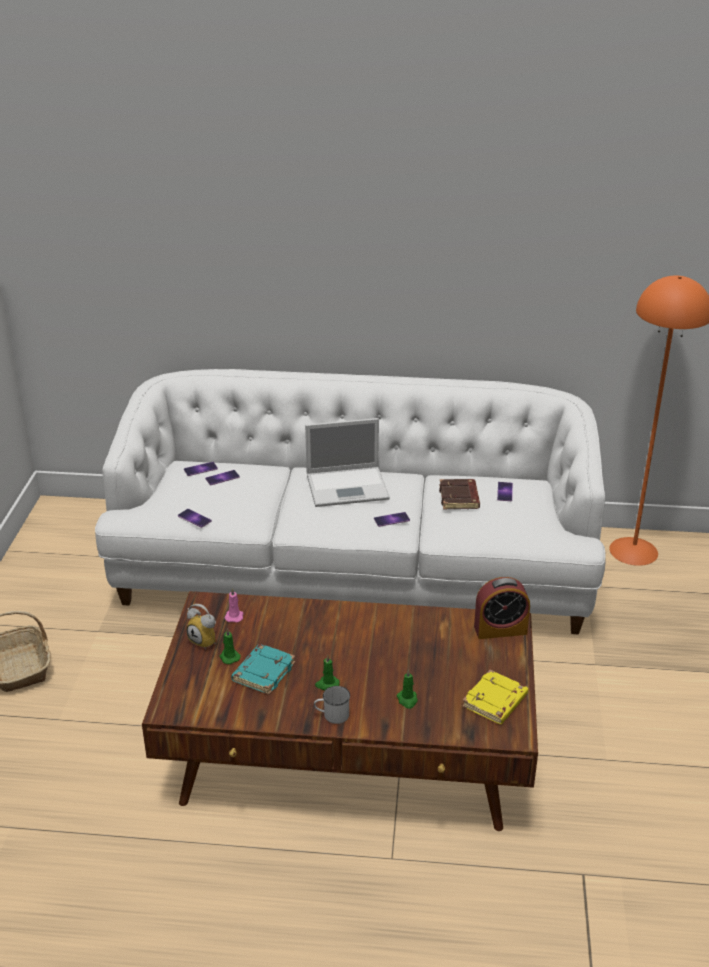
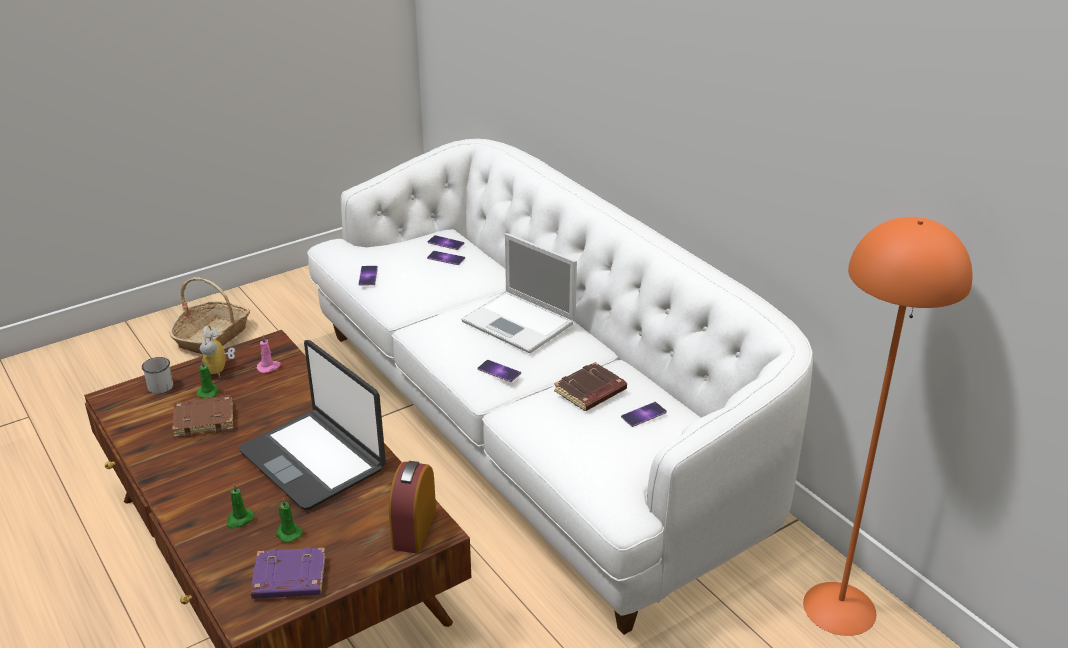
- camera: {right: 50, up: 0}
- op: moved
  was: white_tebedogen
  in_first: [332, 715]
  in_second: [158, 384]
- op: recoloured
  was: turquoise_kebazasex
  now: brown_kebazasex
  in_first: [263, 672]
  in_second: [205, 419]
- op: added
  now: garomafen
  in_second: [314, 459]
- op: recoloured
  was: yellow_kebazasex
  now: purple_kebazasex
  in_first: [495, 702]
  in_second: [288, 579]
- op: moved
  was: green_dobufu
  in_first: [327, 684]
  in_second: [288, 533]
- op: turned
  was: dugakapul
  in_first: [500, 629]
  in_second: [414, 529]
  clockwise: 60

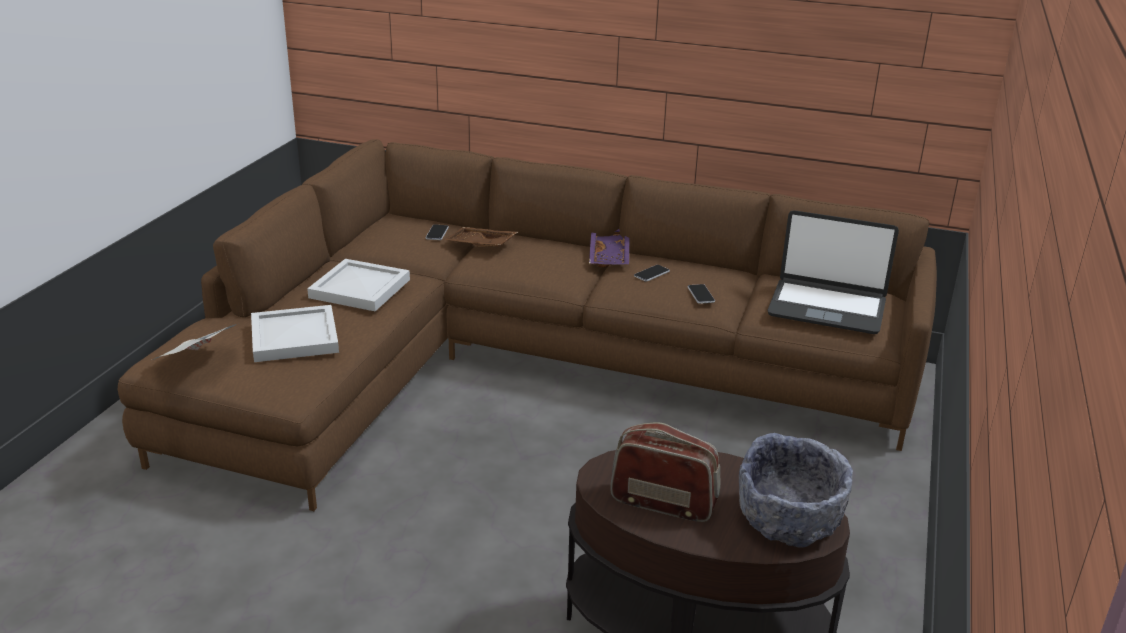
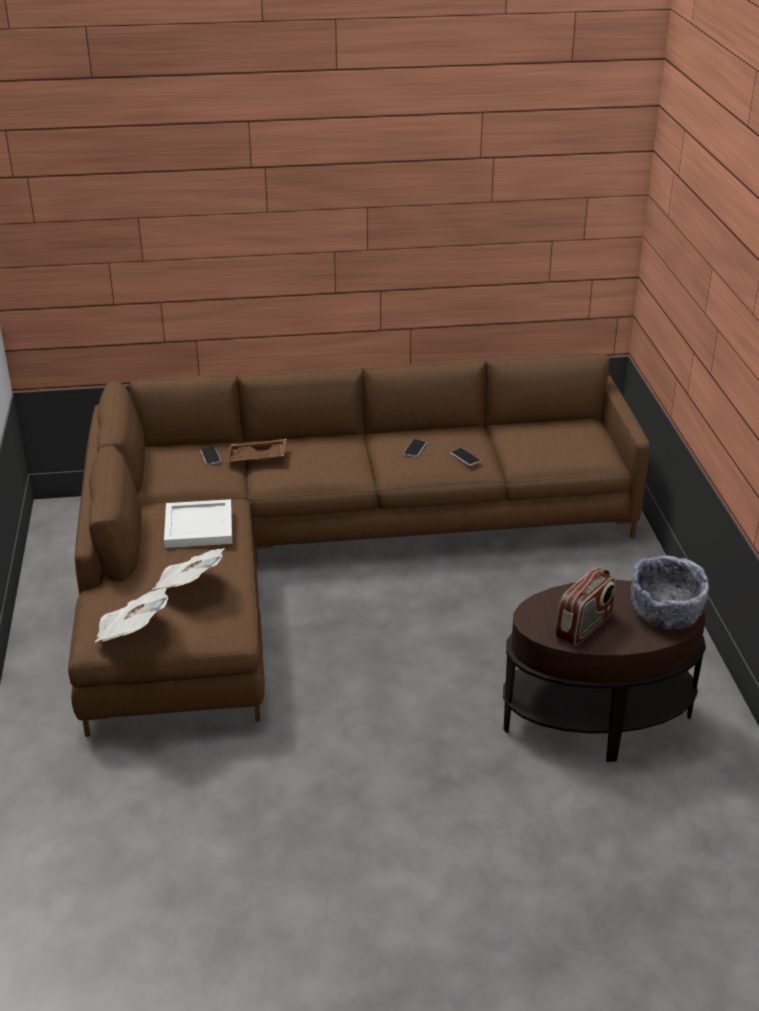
- camera: {right: -25, up: 5}
- op: replaced
  was: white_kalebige
  now: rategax
  in_first: [293, 337]
  in_second: [189, 585]
- op: turned
  was: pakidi
  in_first: [663, 502]
  in_second: [584, 627]
  clockwise: 135
- op: removed
  was: purple_kalebige
  in_first: [610, 255]
- op: removed
  was: garomafen
  in_first: [827, 307]

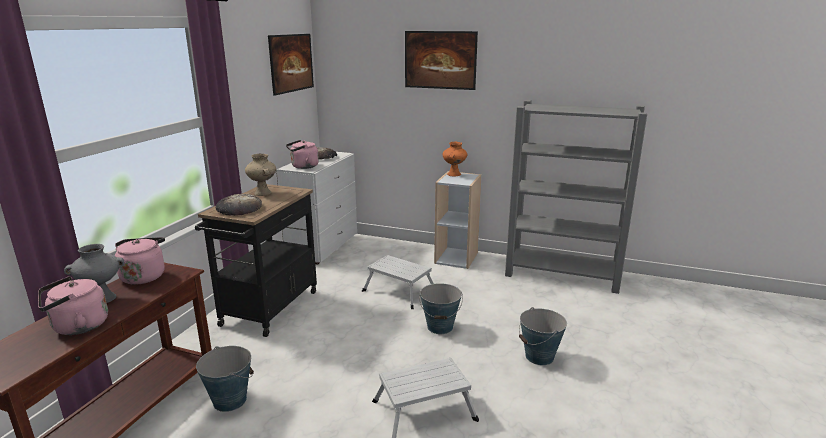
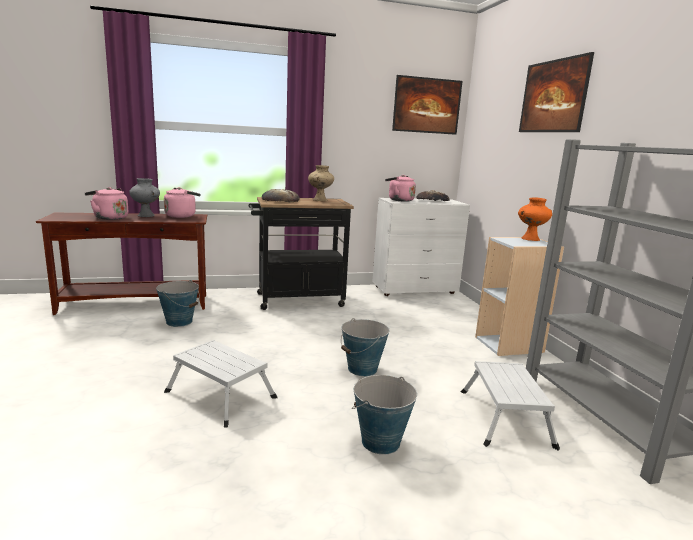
- camera: {right: 55, up: -5}
- op: moved
  was: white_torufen
  in_first: [400, 291]
  in_second: [505, 418]

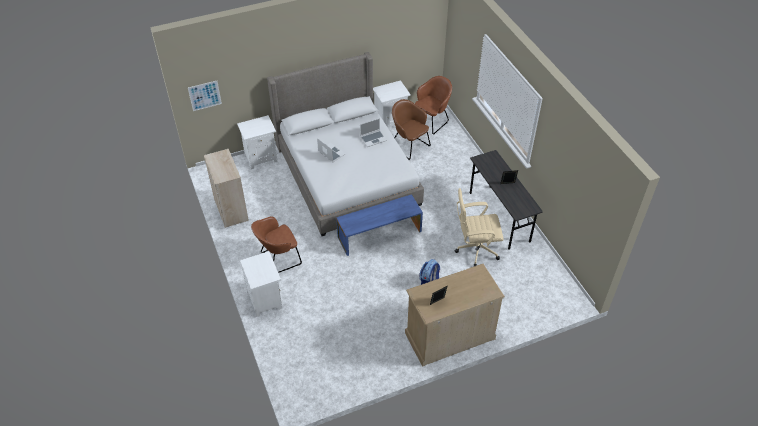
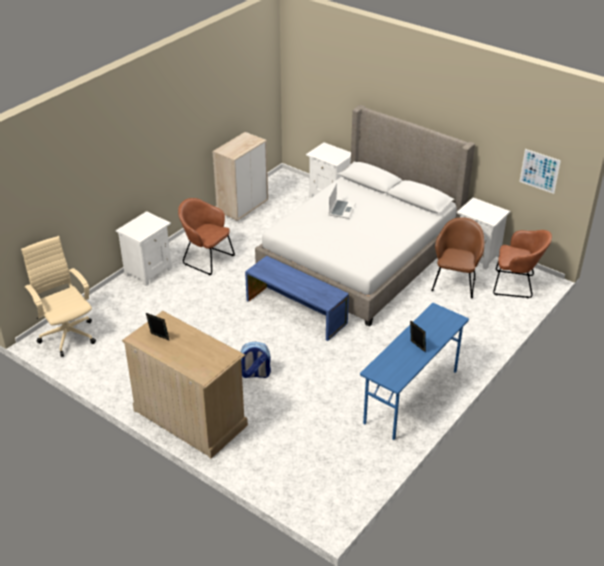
- camera: {right: 60, up: -10}
- op: moved
  was: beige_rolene
  in_first: [475, 250]
  in_second: [67, 335]
- op: recoloured
  was: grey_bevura
  now: blue_bevura
  in_first: [499, 217]
  in_second: [411, 397]
- op: moved
  was: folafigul
  in_first: [205, 95]
  in_second: [539, 171]
- op: removed
  was: garomafen
  in_first: [373, 139]

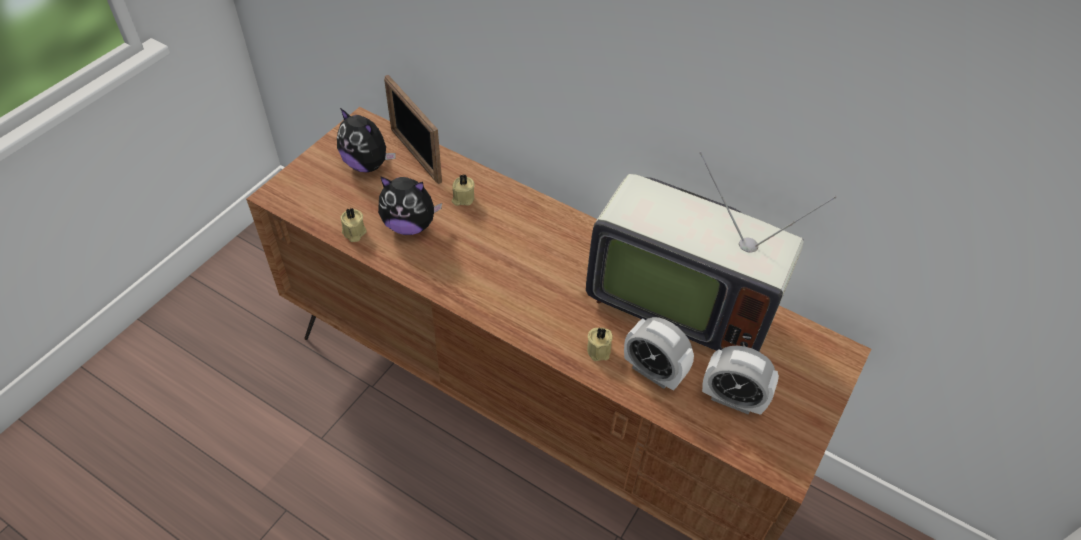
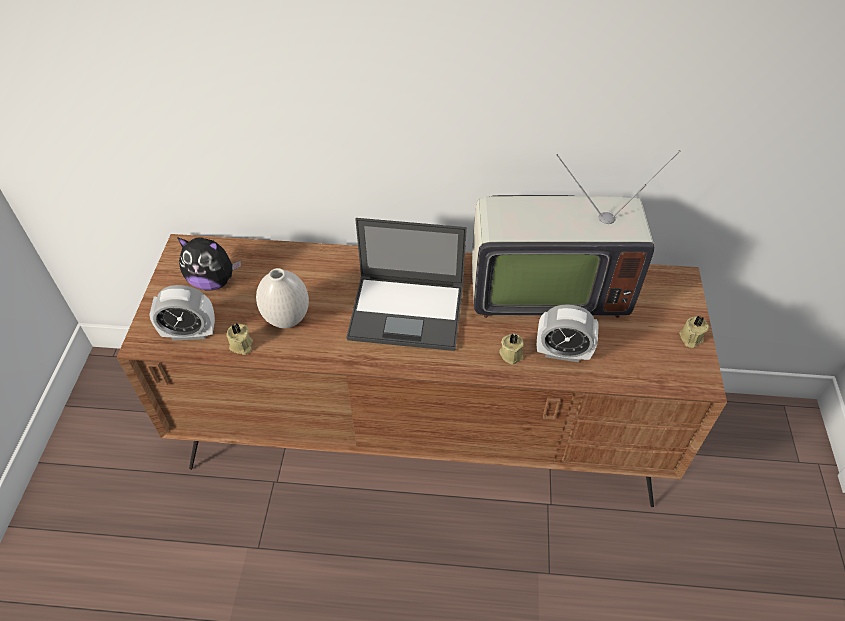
- camera: {right: -25, up: 0}
- op: moved
  was: dugakapul
  in_first: [732, 399]
  in_second: [190, 333]
- op: replaced
  was: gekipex
  now: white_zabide
  in_first: [409, 225]
  in_second: [287, 319]
- op: added
  now: garomafen
  in_second: [408, 312]
- op: moved
  was: beige_dobufu
  in_first: [462, 198]
  in_second: [690, 338]
- op: removed
  was: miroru
  in_first: [415, 155]

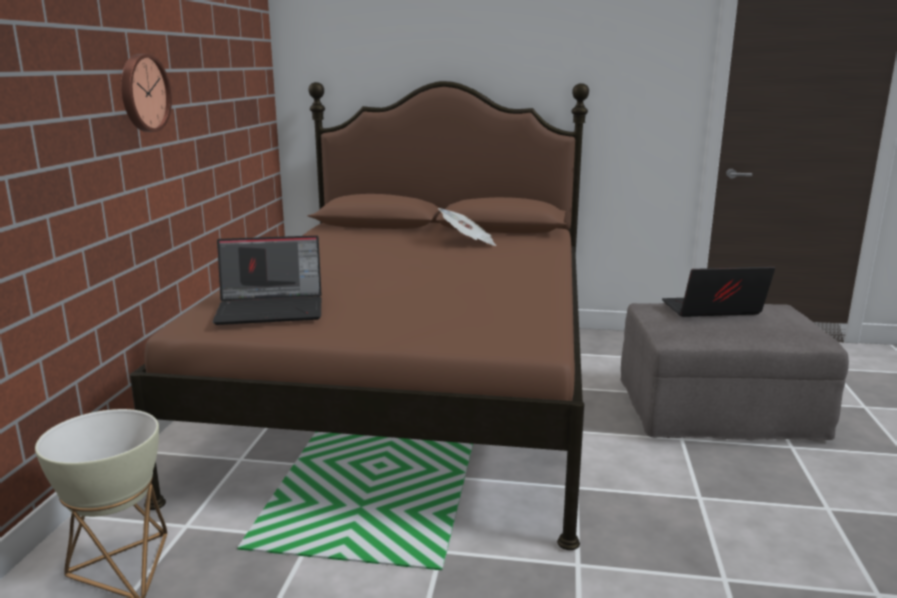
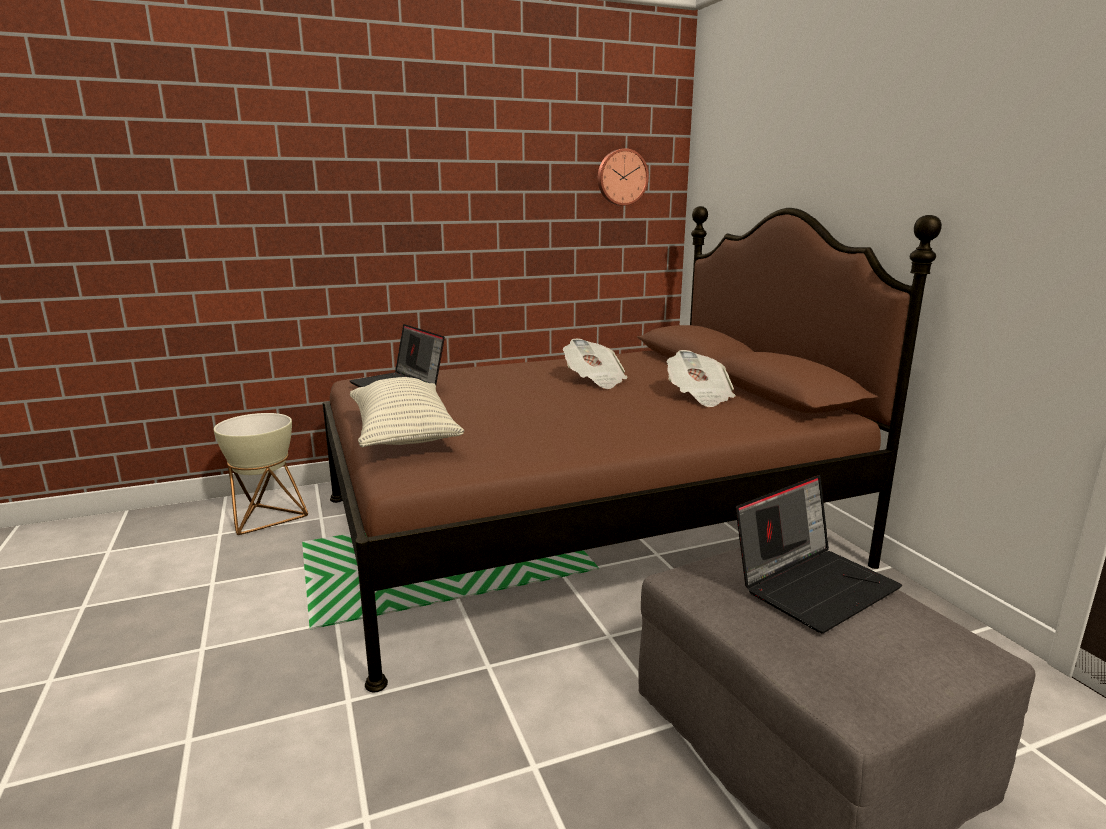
- camera: {right: 60, up: 0}
- op: added
  now: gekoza
  in_second: [403, 435]
- op: added
  now: rategax
  in_second: [595, 380]
- op: moved
  was: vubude
  in_first: [143, 93]
  in_second: [621, 177]
- op: turned
  was: garomafen
  in_first: [711, 311]
  in_second: [814, 585]
  clockwise: 90

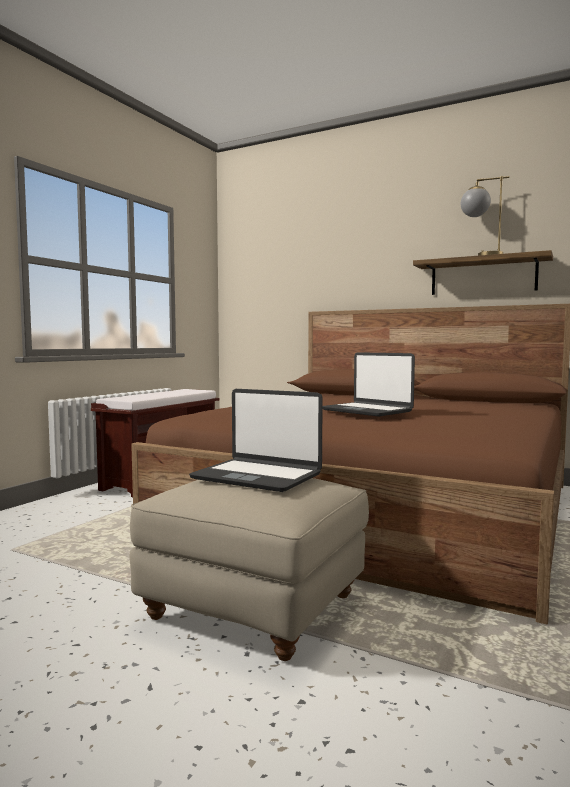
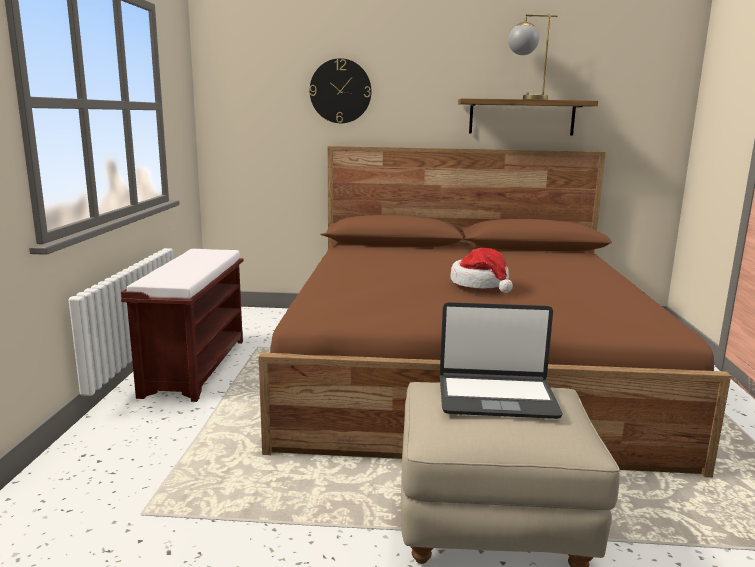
- camera: {right: -25, up: 10}
- op: added
  now: vubude
  in_second: [340, 91]
- op: replaced
  was: garomafen
  now: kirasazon
  in_first: [367, 410]
  in_second: [481, 284]

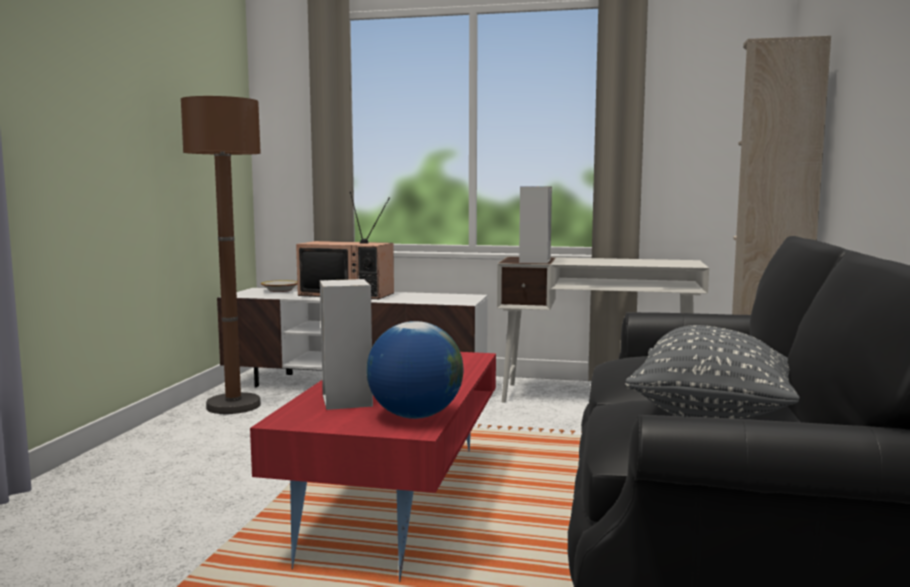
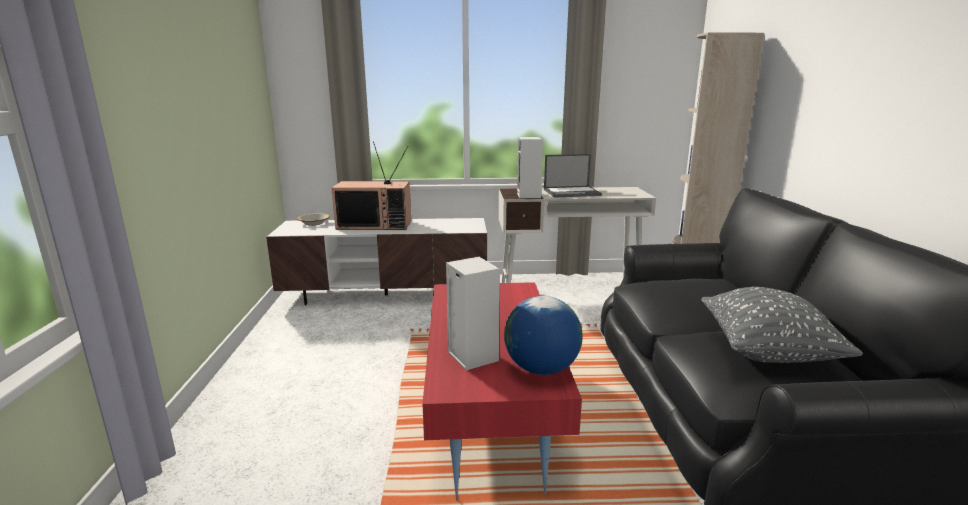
- camera: {right: -15, up: 10}
- op: added
  now: garomafen
  in_second: [572, 192]
- op: removed
  was: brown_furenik
  in_first: [233, 406]

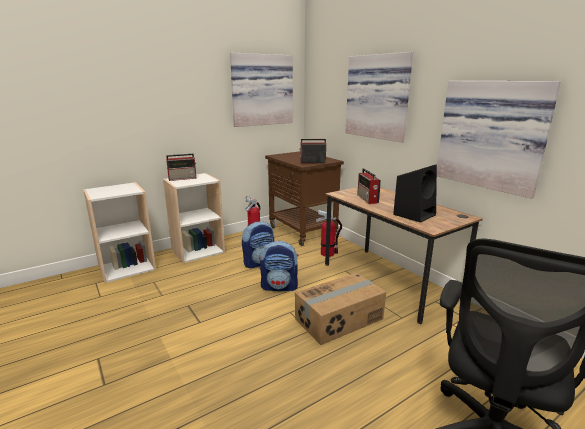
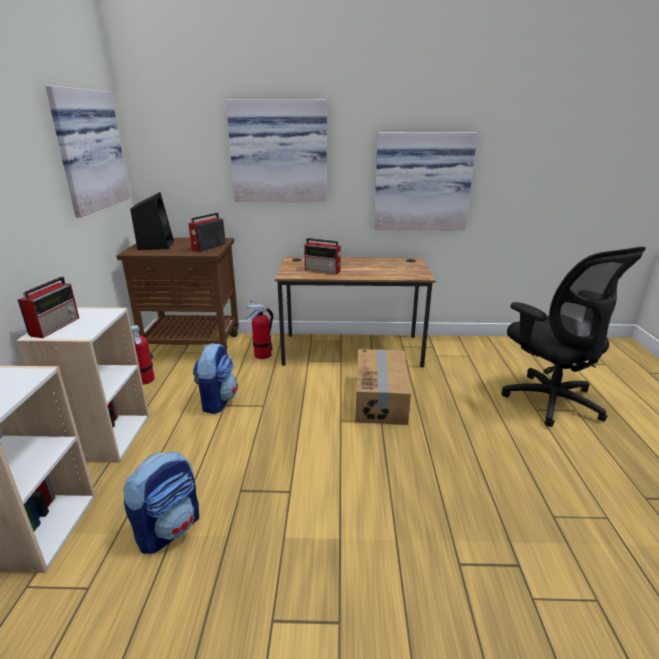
- camera: {right: -55, up: 5}
- op: moved
  was: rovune
  in_first: [280, 287]
  in_second: [169, 529]
- op: moved
  was: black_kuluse
  in_first: [414, 214]
  in_second: [156, 245]

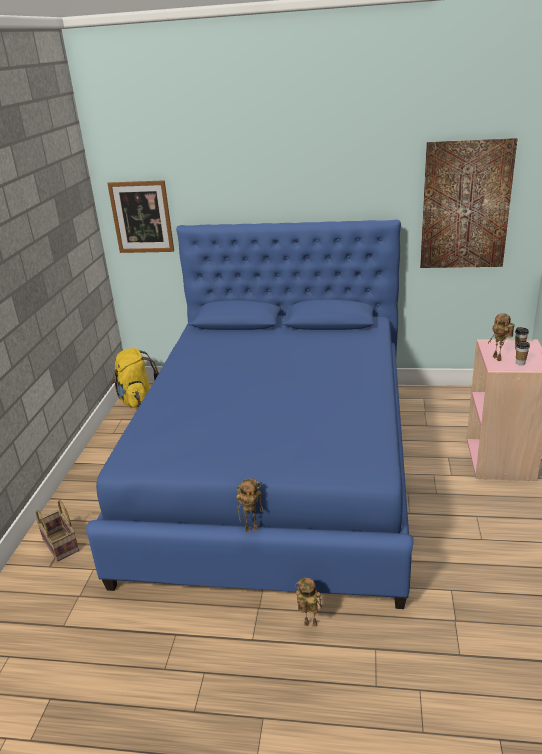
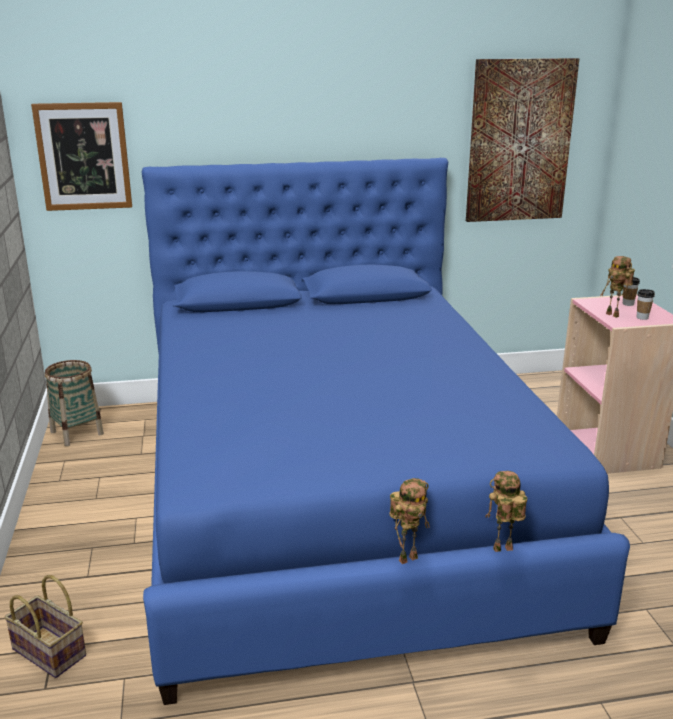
- camera: {right: -20, up: -5}
- op: replaced
  was: yellow_rovune
  now: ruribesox
  in_first: [137, 400]
  in_second: [77, 433]
- op: moved
  was: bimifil
  in_first: [309, 625]
  in_second: [502, 550]

